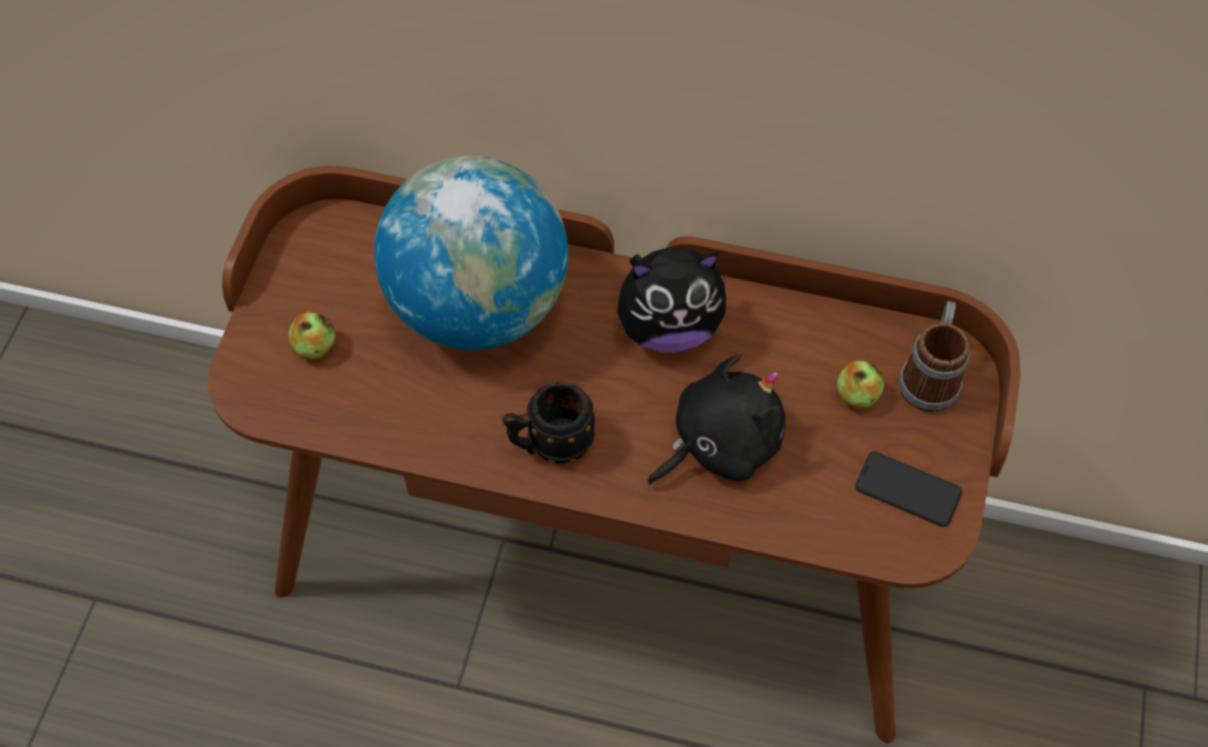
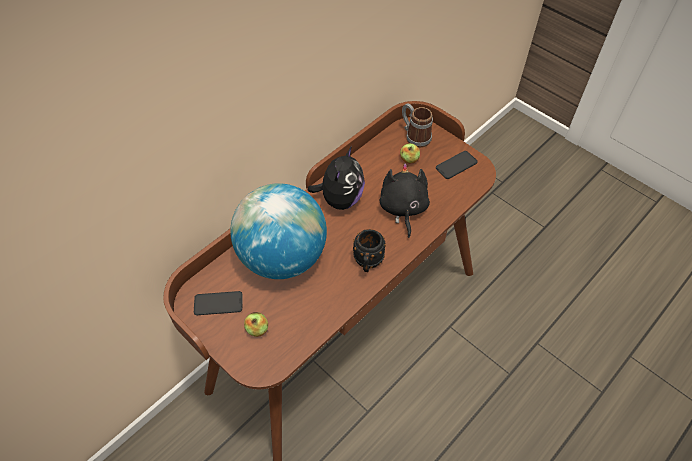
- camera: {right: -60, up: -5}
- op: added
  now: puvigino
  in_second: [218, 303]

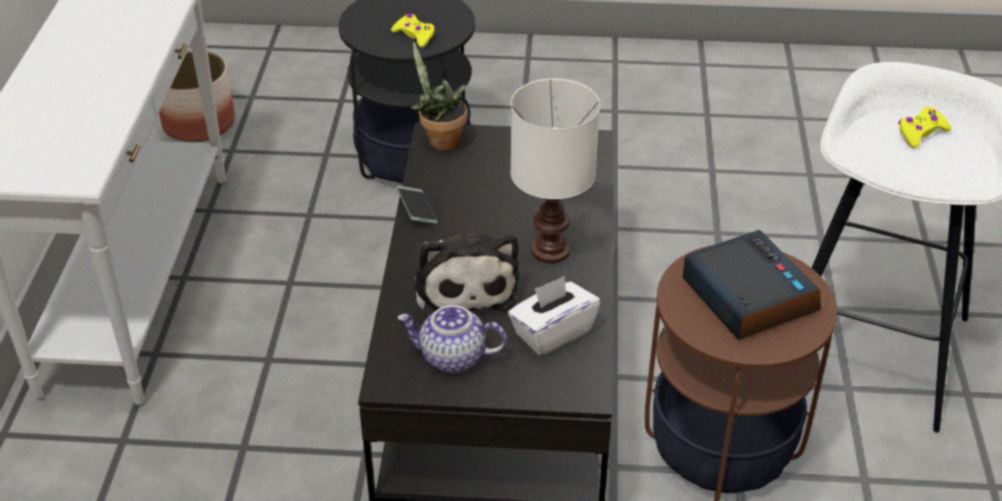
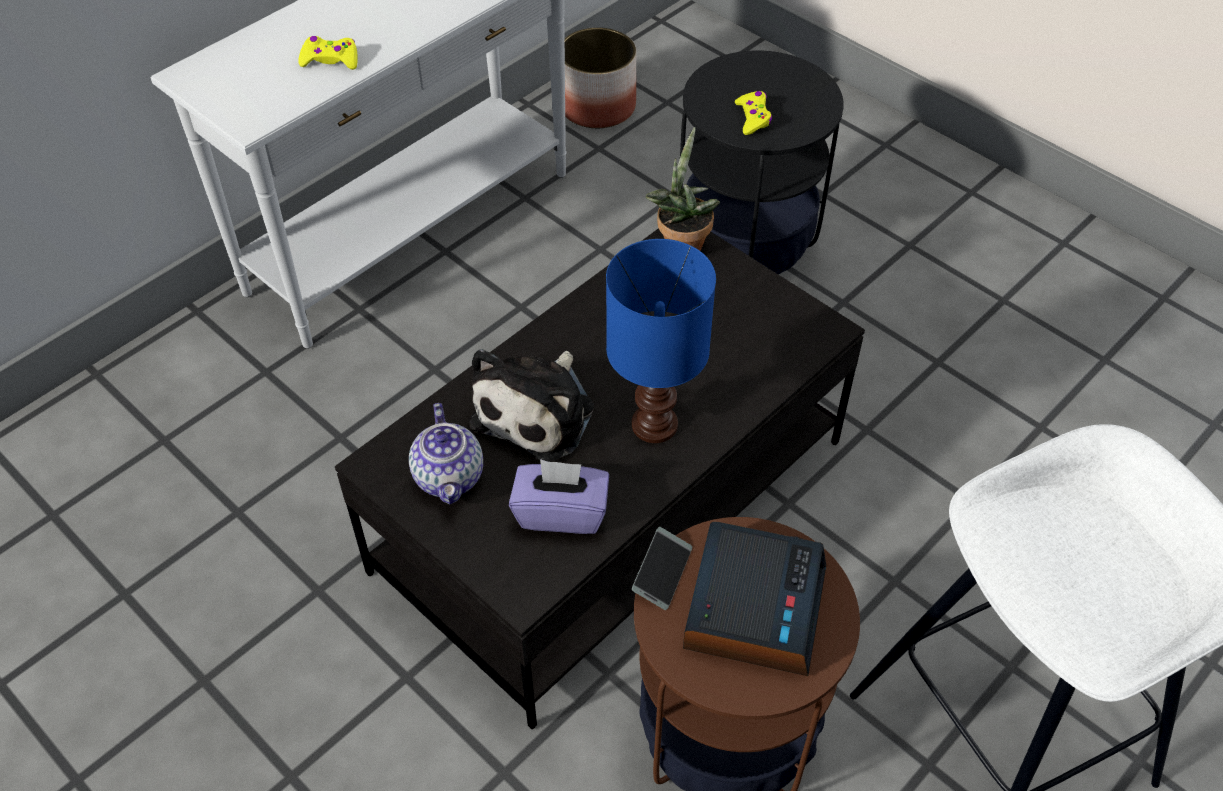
- camera: {right: 40, up: 10}
- op: moved
  was: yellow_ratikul
  in_first: [920, 133]
  in_second: [330, 60]
- op: turned
  was: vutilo
  in_first: [452, 357]
  in_second: [450, 477]
  clockwise: -150
- op: recoloured
  was: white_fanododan
  now: purple_fanododan
  in_first: [552, 333]
  in_second: [561, 512]
- op: recoloured
  was: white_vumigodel
  now: blue_vumigodel
  in_first: [550, 251]
  in_second: [652, 425]
- op: moved
  was: puvigino
  in_first: [417, 210]
  in_second: [662, 572]

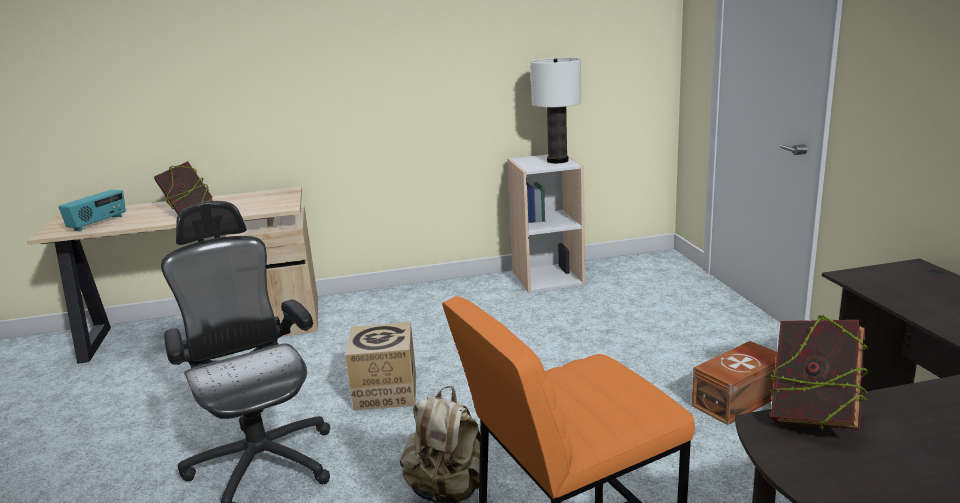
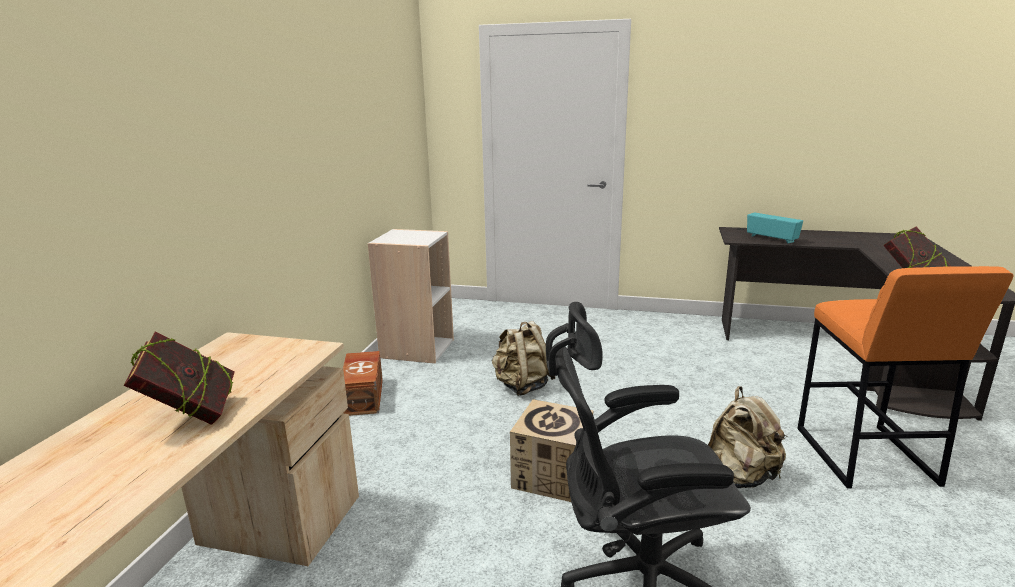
- camera: {right: -65, up: 0}
- op: moved
  was: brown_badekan
  in_first: [740, 400]
  in_second: [364, 396]
- op: added
  now: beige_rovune
  in_second: [522, 386]
- op: moved
  was: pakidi
  in_first: [98, 223]
  in_second: [772, 239]
- op: removed
  was: white_vumigodel
  in_first: [557, 160]

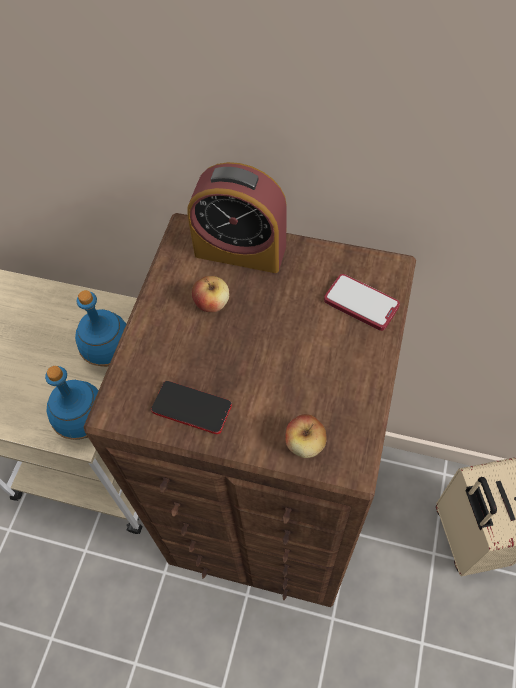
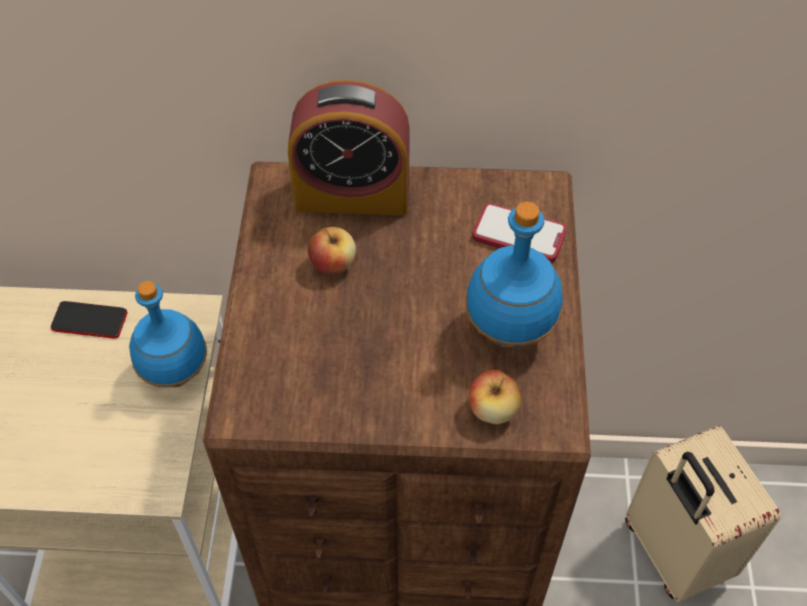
- camera: {right: -15, up: -5}
- op: moved
  was: puvigino
  in_first: [191, 408]
  in_second: [89, 321]
- op: moved
  was: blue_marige
  in_first: [86, 424]
  in_second: [511, 330]

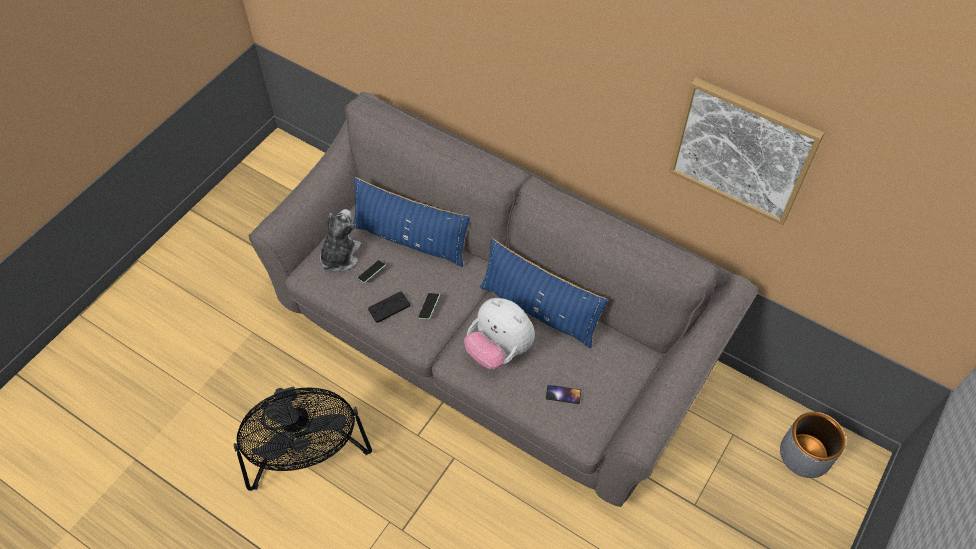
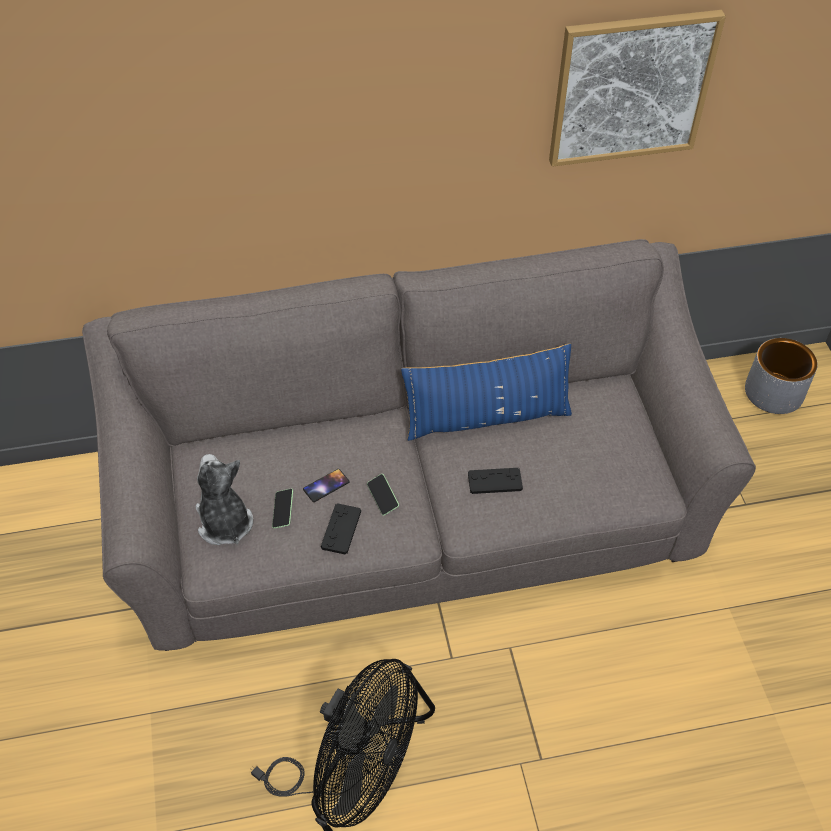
- camera: {right: -45, up: -5}
- op: moved
  was: puvigino
  in_first: [563, 394]
  in_second: [326, 485]
- op: replaced
  was: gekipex
  now: black_ratikul
  in_first: [499, 349]
  in_second: [495, 481]
- op: removed
  was: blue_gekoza
  in_first: [410, 239]

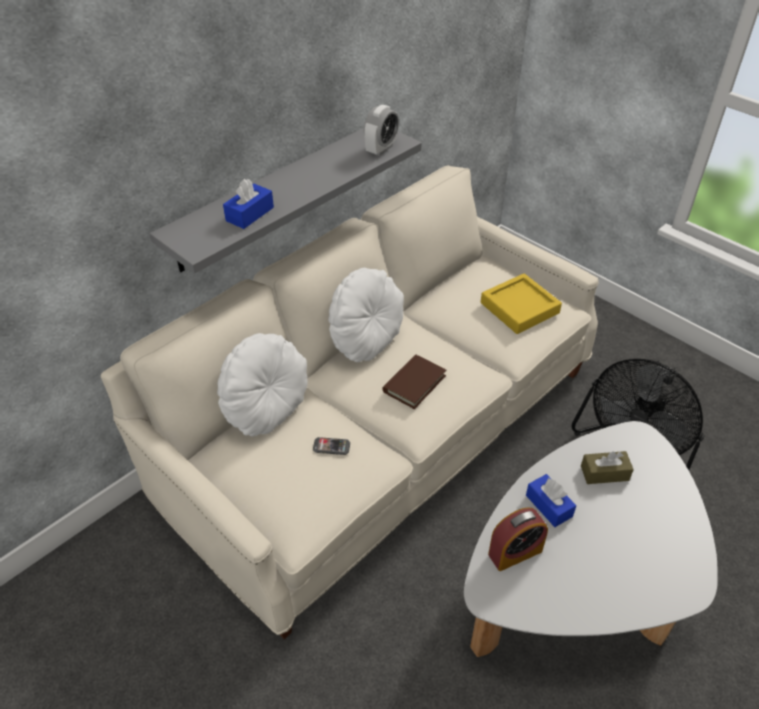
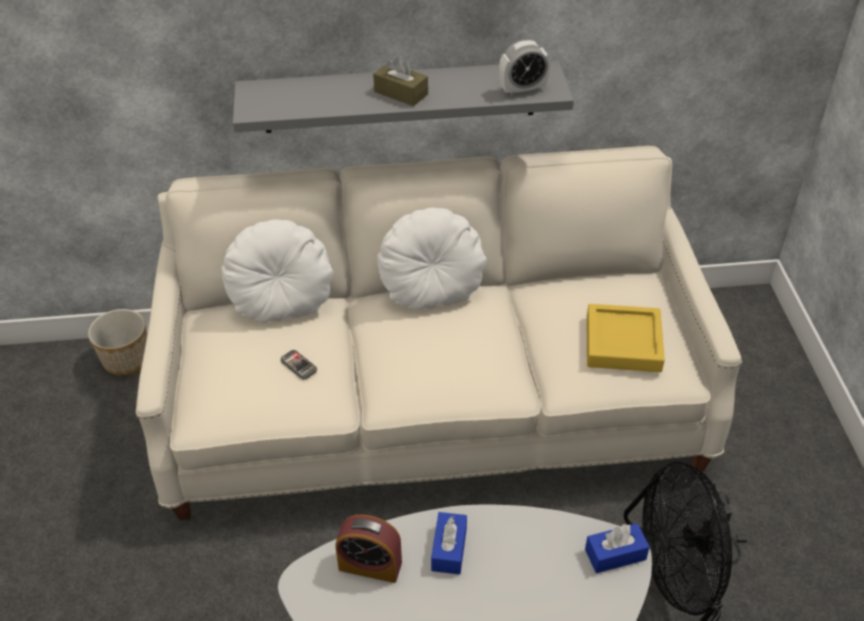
- camera: {right: 40, up: 0}
- op: added
  now: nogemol
  in_second: [127, 359]
- op: moved
  was: brown_fanododan
  in_first: [604, 473]
  in_second: [401, 93]
- op: moved
  was: blue_fanododan
  in_first: [250, 214]
  in_second: [615, 554]
- op: removed
  was: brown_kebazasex
  in_first: [414, 383]

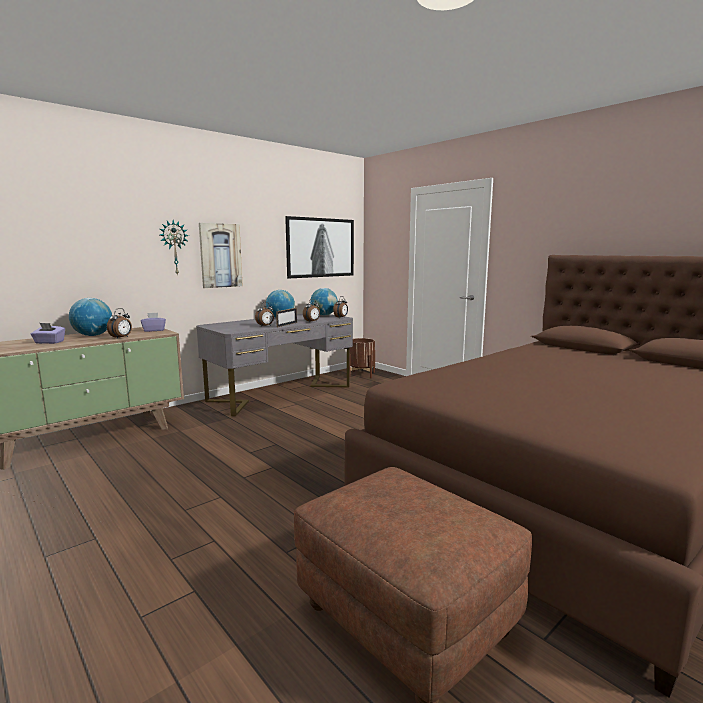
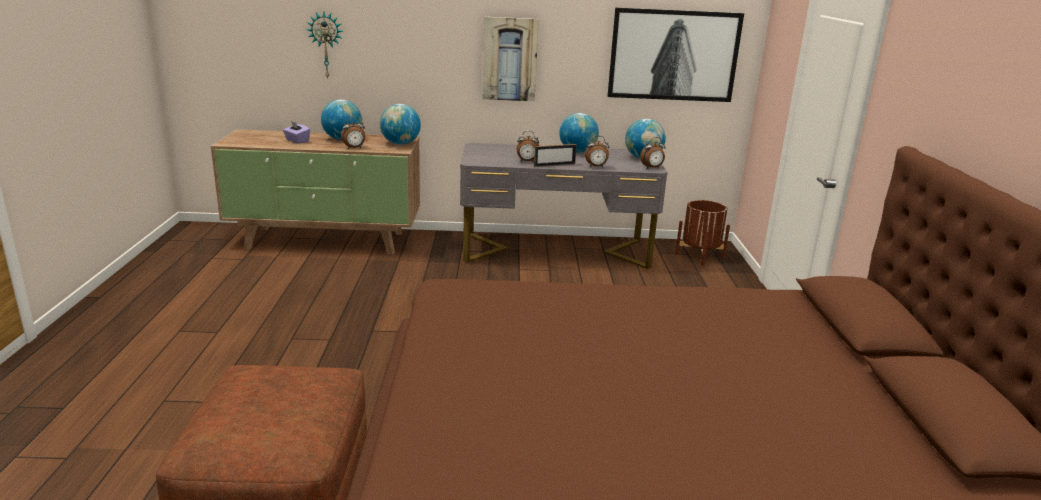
- camera: {right: 40, up: 10}
- op: moved
  was: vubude
  in_first: [174, 247]
  in_second: [326, 45]
- op: replaced
  was: purple_fanododan
  now: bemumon
  in_first: [154, 330]
  in_second: [400, 144]

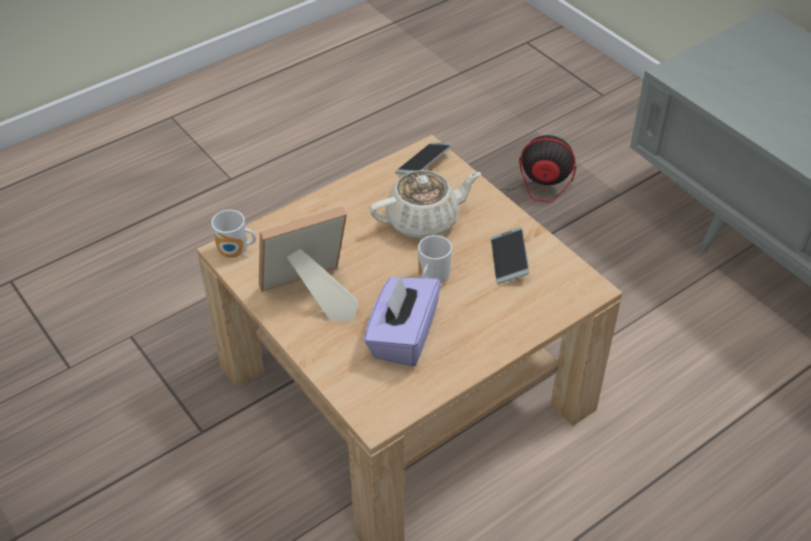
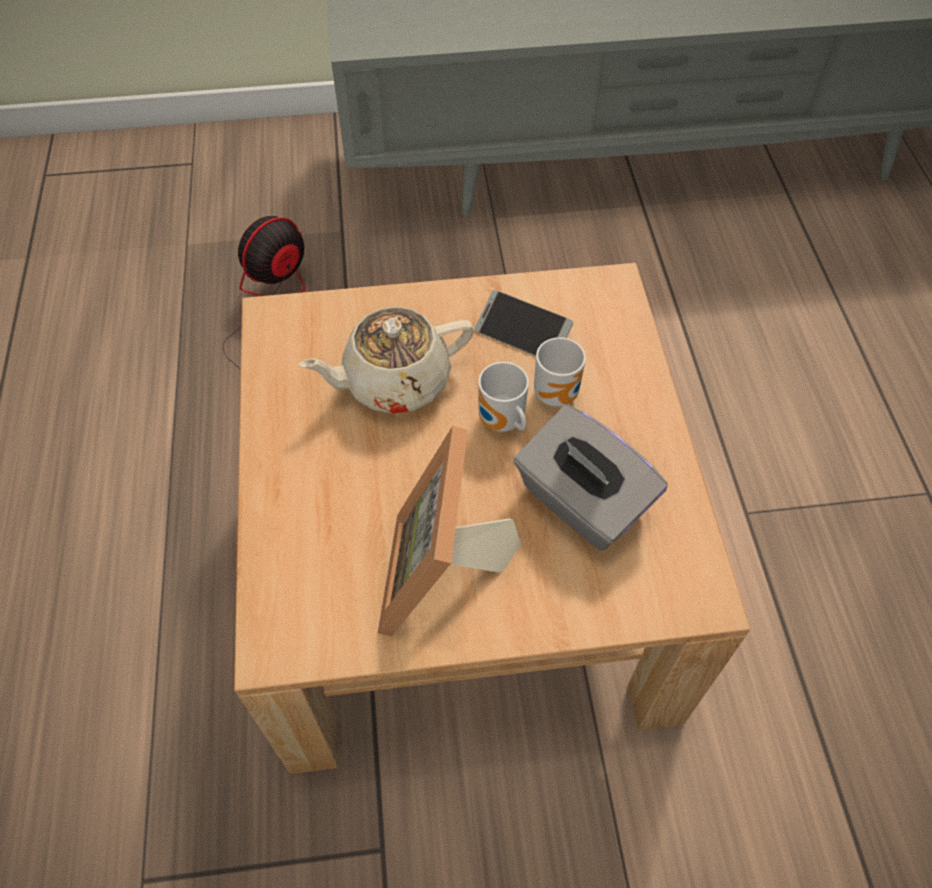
- camera: {right: -60, up: 10}
- op: turned
  was: beige_vutilo
  in_first: [424, 220]
  in_second: [394, 381]
  clockwise: -120
- op: recoloured
  was: purple_fanododan
  now: grey_fanododan
  in_first: [402, 337]
  in_second: [581, 502]
- op: moved
  was: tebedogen
  in_first: [235, 253]
  in_second: [559, 394]
- op: removed
  was: puvigino
  in_first: [424, 164]

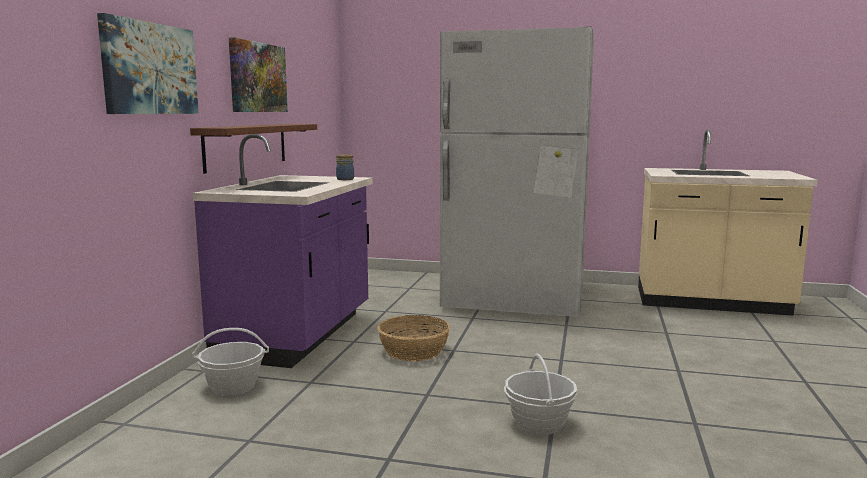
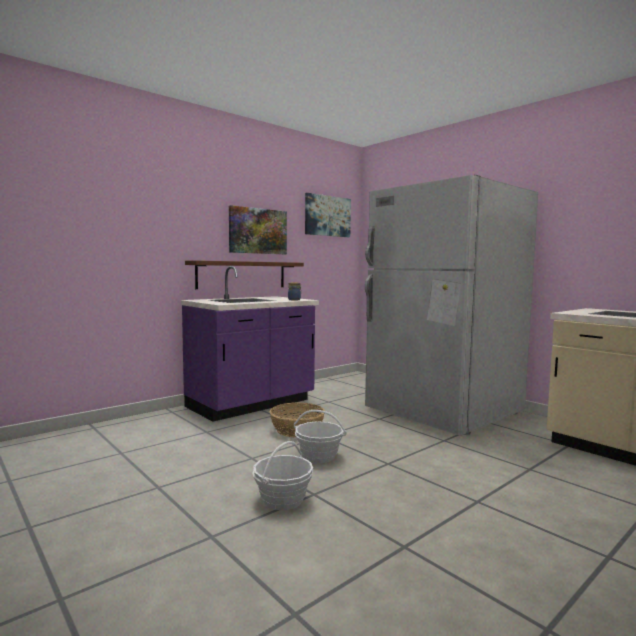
- camera: {right: 35, up: -5}
- op: moved
  was: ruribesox
  in_first: [233, 387]
  in_second: [318, 456]
- op: moved
  was: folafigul
  in_first: [150, 68]
  in_second: [327, 216]

